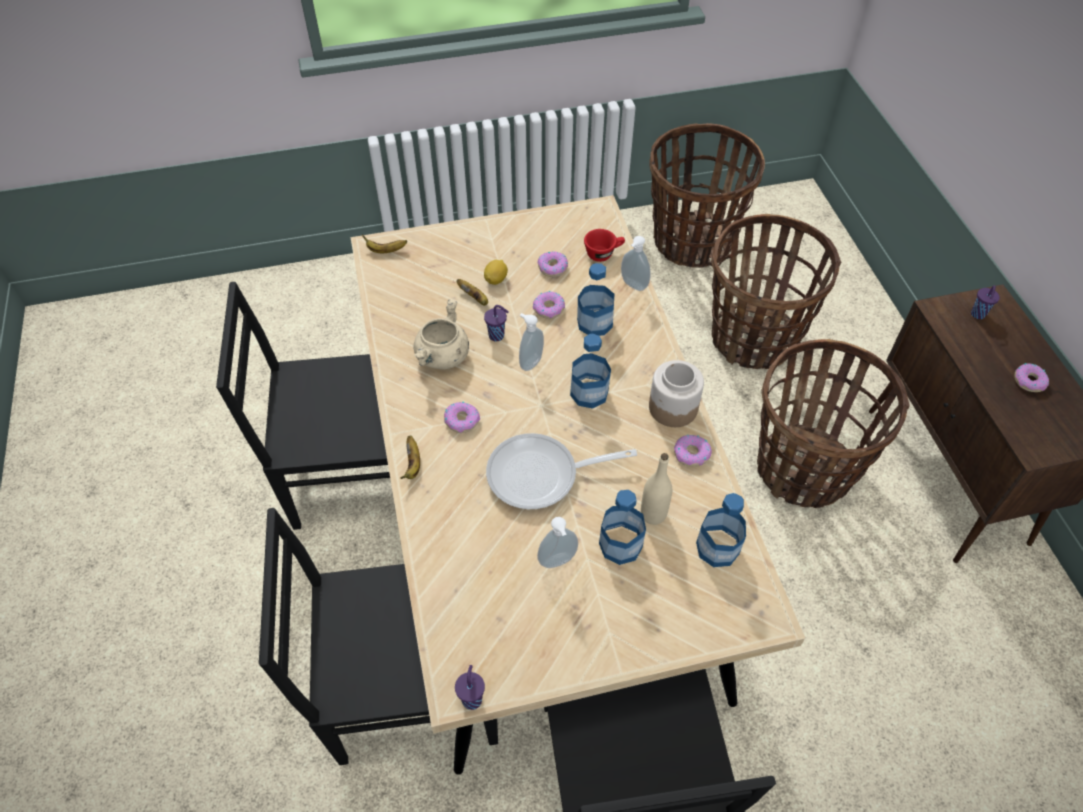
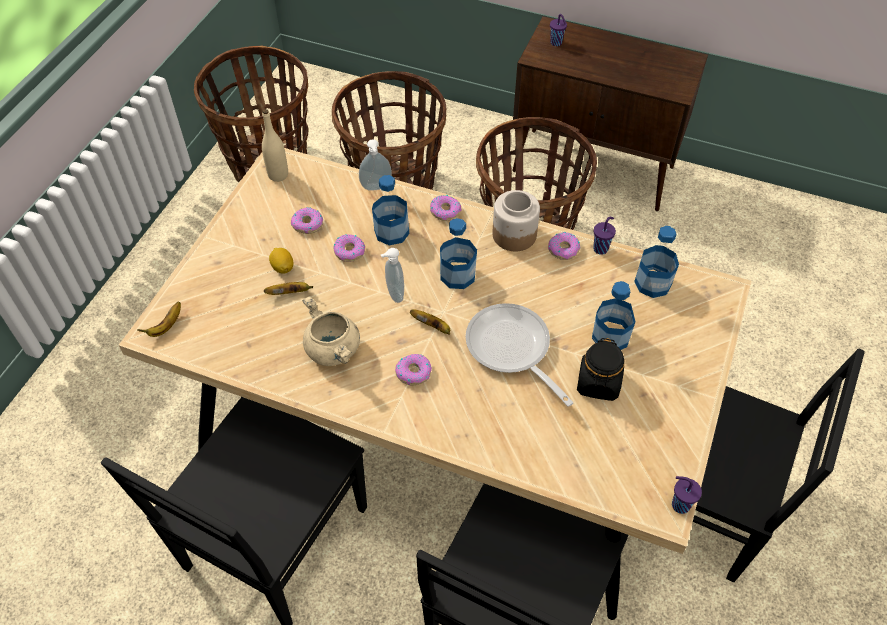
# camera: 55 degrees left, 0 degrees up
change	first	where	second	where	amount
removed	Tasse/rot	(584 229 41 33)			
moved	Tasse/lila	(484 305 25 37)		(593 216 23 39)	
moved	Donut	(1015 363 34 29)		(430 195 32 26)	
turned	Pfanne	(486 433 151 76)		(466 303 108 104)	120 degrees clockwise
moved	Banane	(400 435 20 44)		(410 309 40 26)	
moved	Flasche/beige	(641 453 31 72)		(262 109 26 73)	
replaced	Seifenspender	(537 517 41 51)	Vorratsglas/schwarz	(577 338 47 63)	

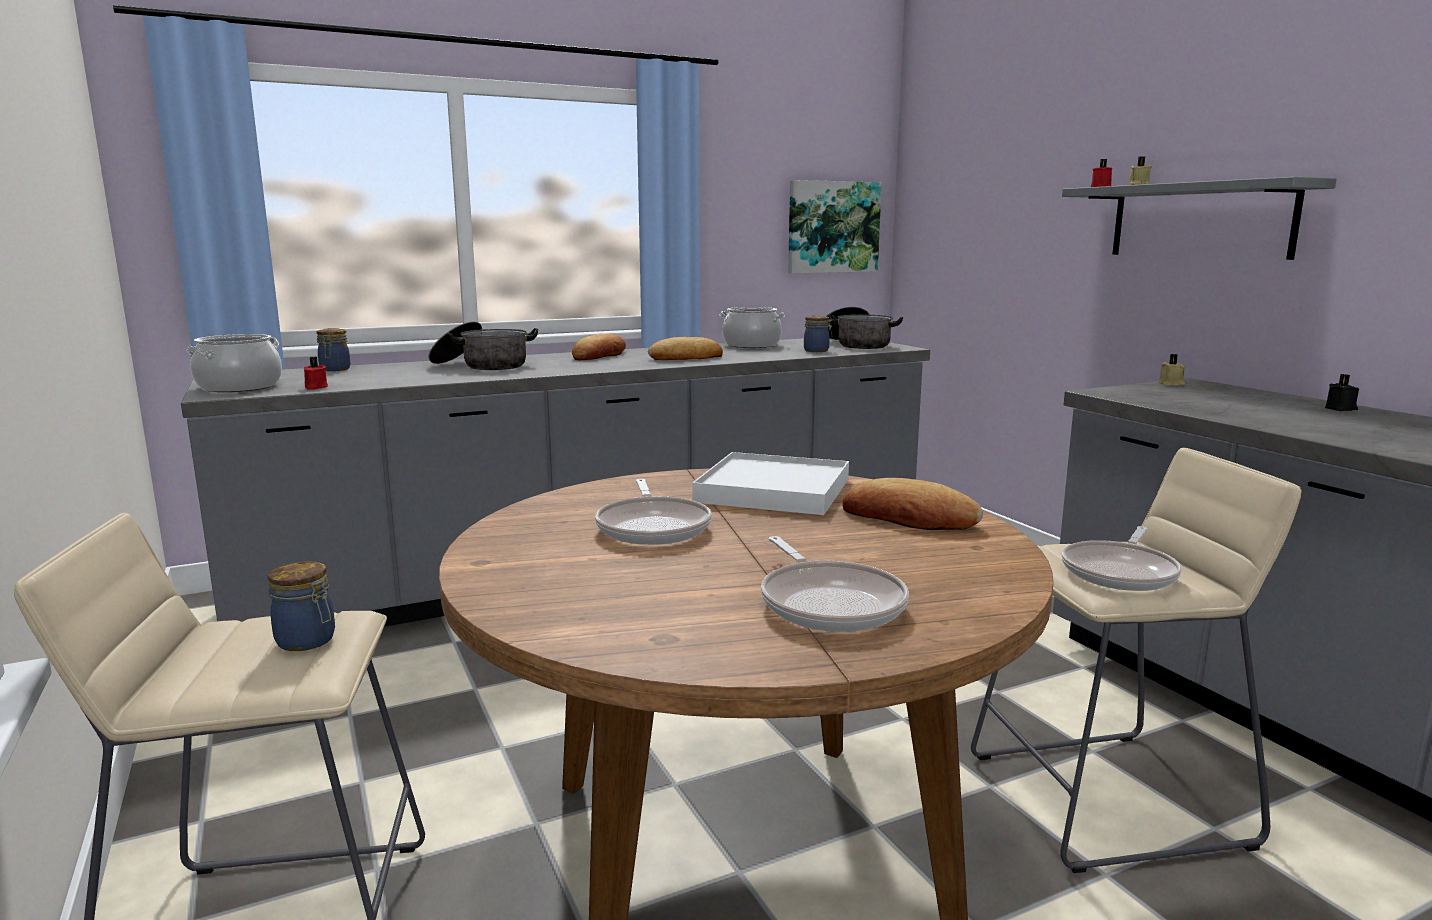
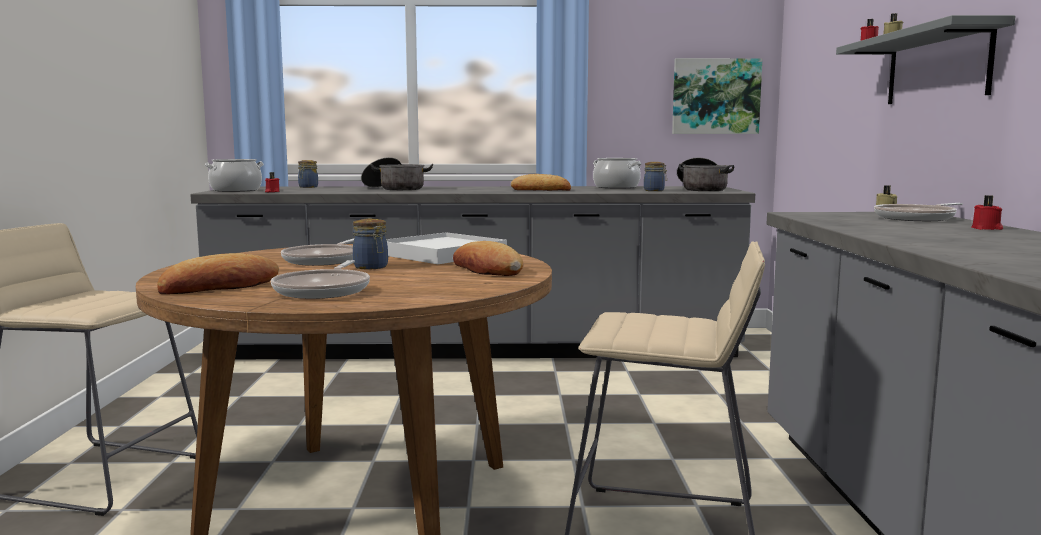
# camera: 25 degrees right, 5 degrees down
change	first	where	second	where	amount
moved	Brot	(572 333 54 27)		(157 253 122 41)	
recoloured	Kerze/schwarz	(1325 374 34 37)	Kerze/rot	(971 195 32 35)	
moved	Pfanne	(1061 526 121 65)		(874 203 89 18)	
moved	Vorratsglas	(268 561 67 90)		(353 219 35 50)	

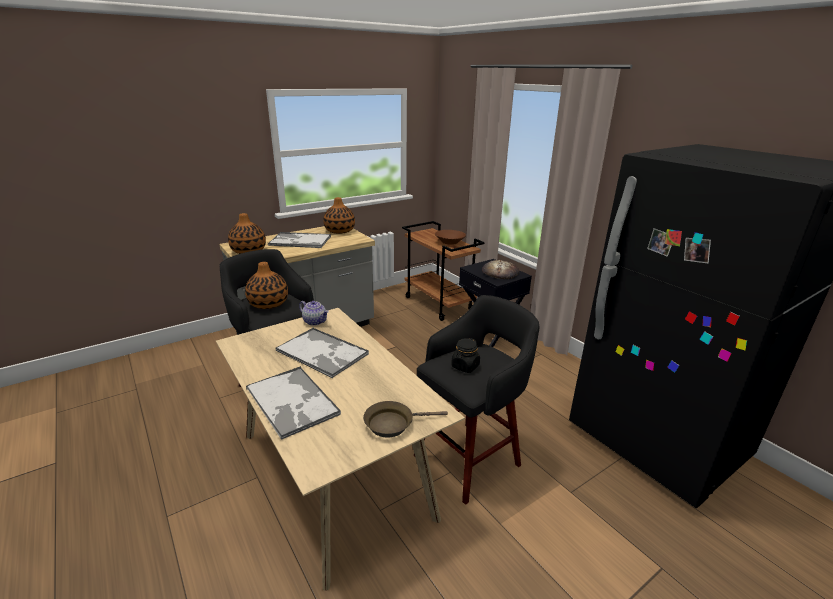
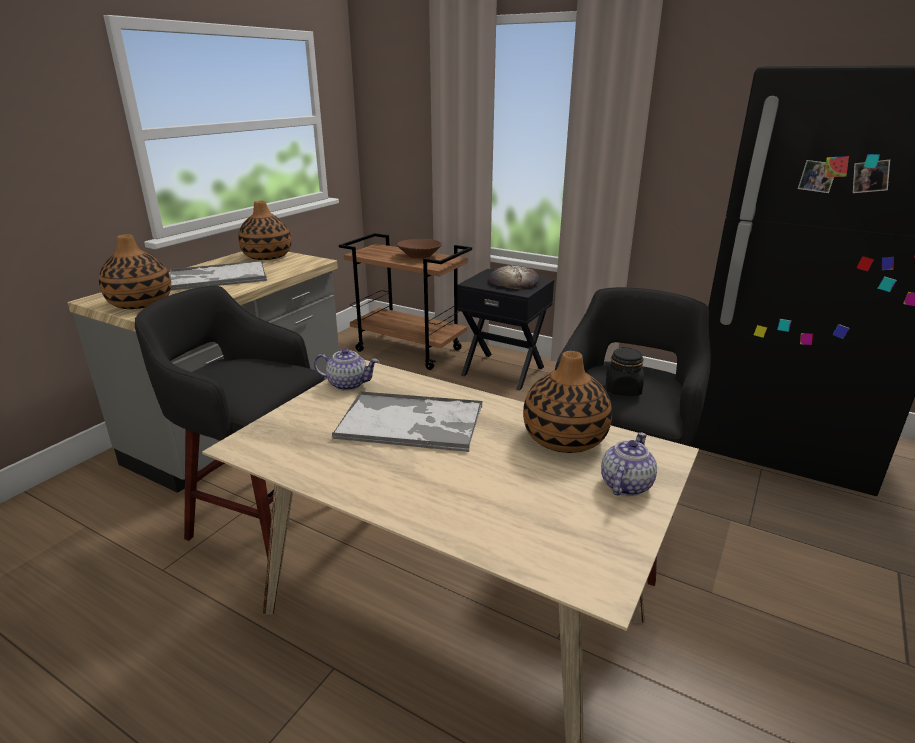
# camera: 25 degrees left, 0 degrees up
change	first	where	second	where	amount
moved	Vase	(245 262 43 47)		(523 351 89 102)	
removed	Tablett	(246 366 95 74)			
replaced	Pfanne/braun	(363 401 85 37)	Teekanne	(601 432 56 64)	

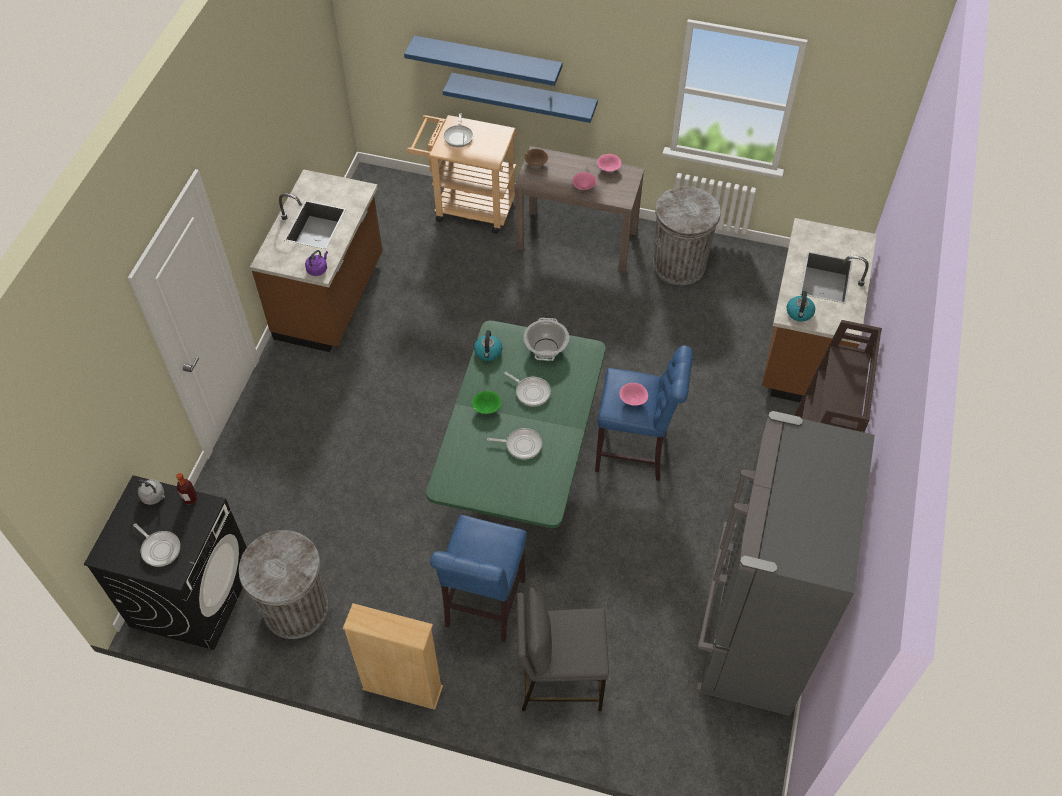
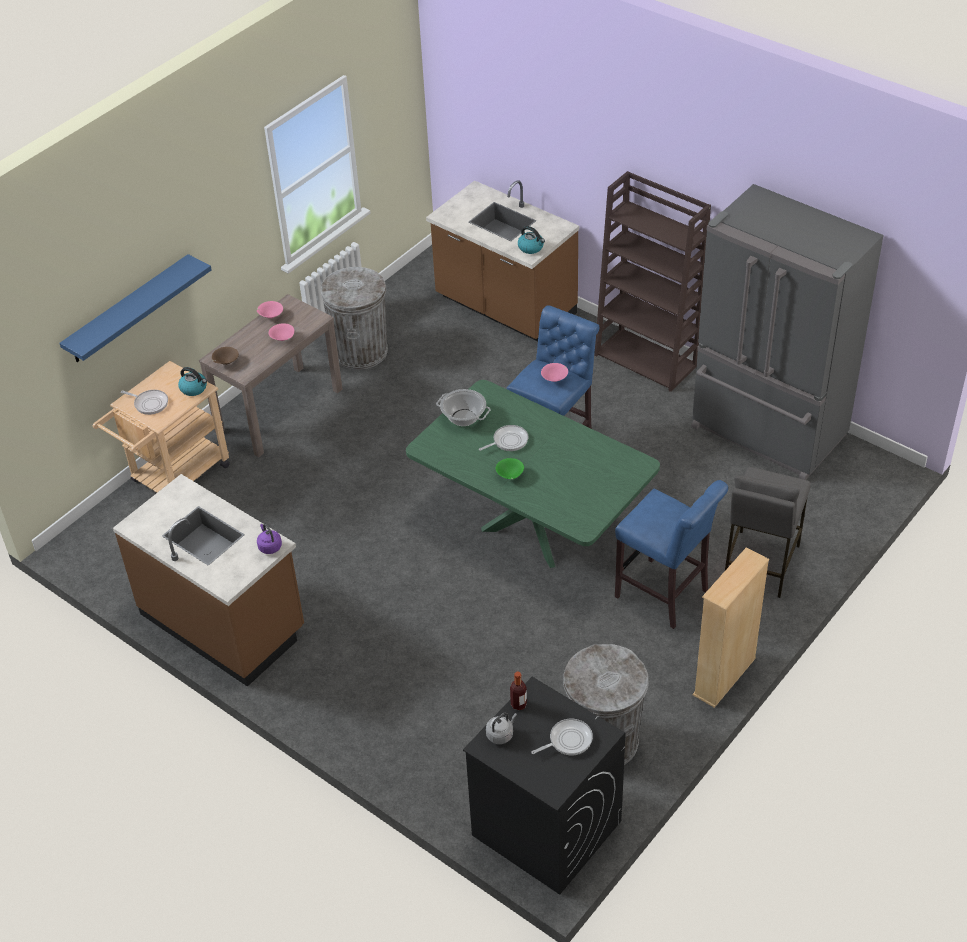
# camera: 65 degrees left, 10 degrees down
change	first	where	second	where	amount
removed	Wandregal/blau	(443 73 155 50)			
moved	Wasserkessel	(474 330 28 31)		(178 367 29 29)	
removed	Pfanne	(487 428 55 31)			

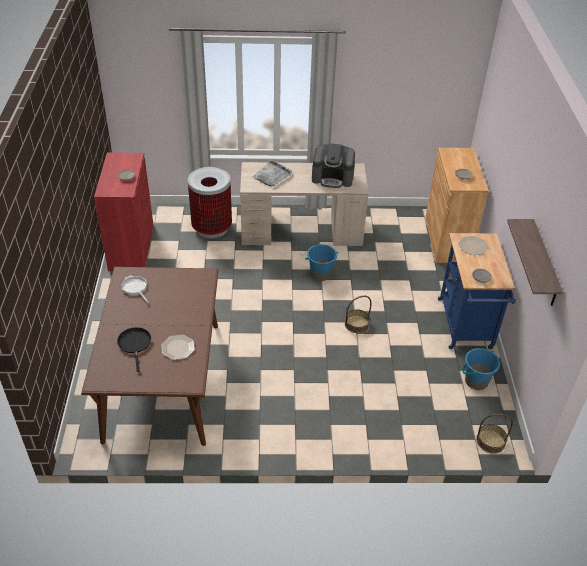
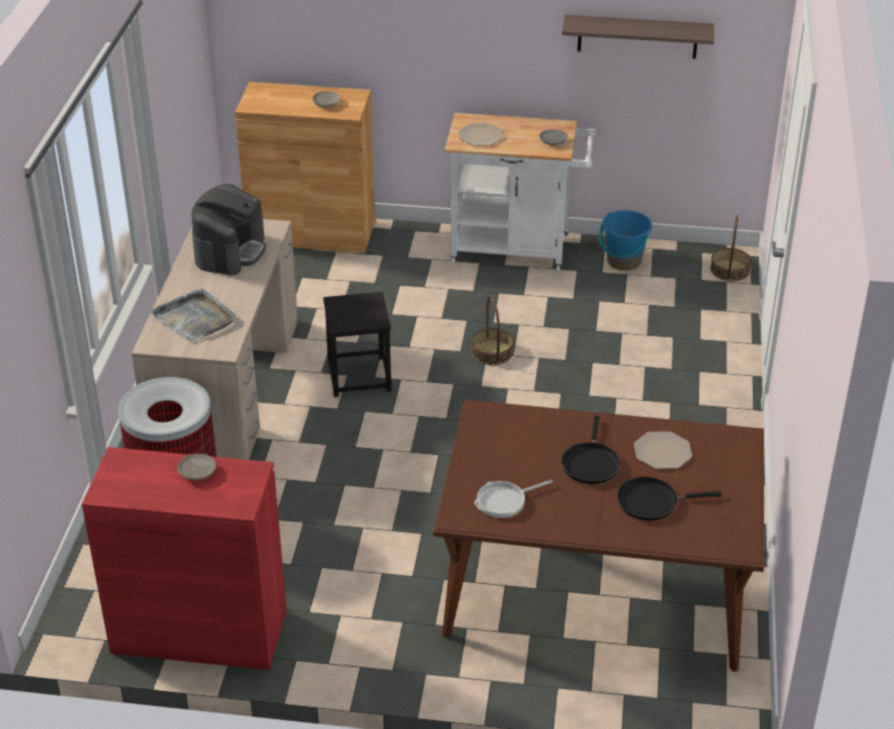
# camera: 80 degrees left, 5 degrees down
change	first	where	second	where	amount
recoloured	Rollwagen/blau	(438 233 78 116)	Rollwagen/weiß	(445 113 151 160)	
replaced	Eimer/blau	(305 244 33 37)	Hocker/schwarz	(323 292 68 105)	
added			Pfanne/schwarz	(561 416 60 68)	

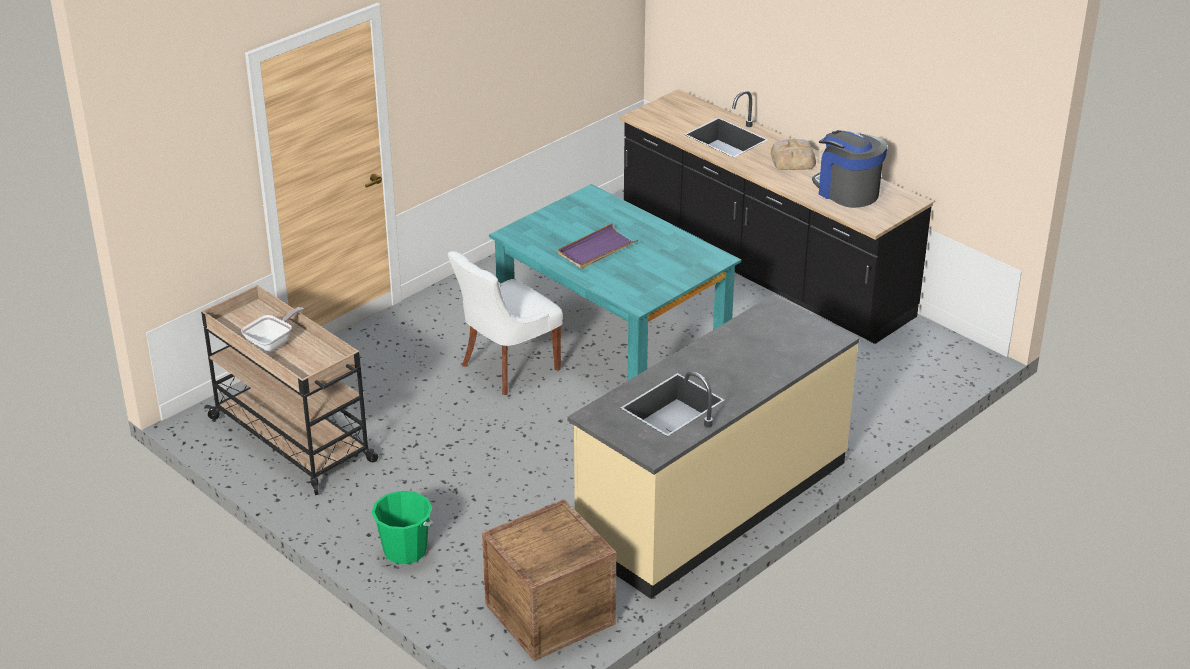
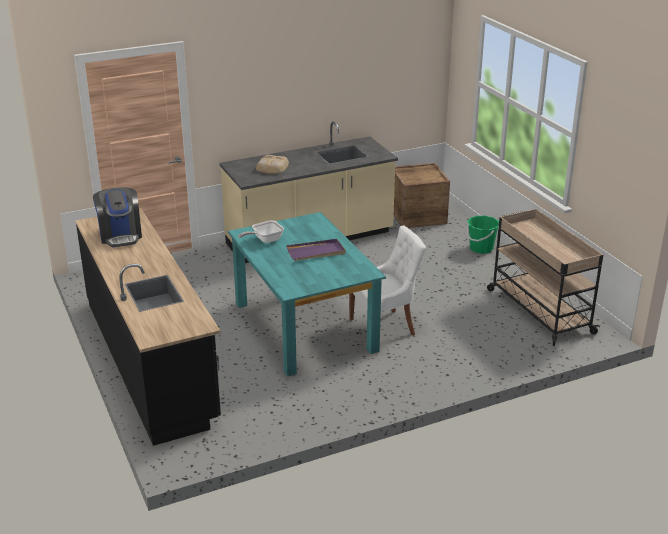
# camera: 160 degrees left, 5 degrees down
change	first	where	second	where	amount
moved	Brot	(771 139 45 31)		(256 155 33 19)	
moved	Pfanne	(241 307 63 46)		(238 220 46 23)	

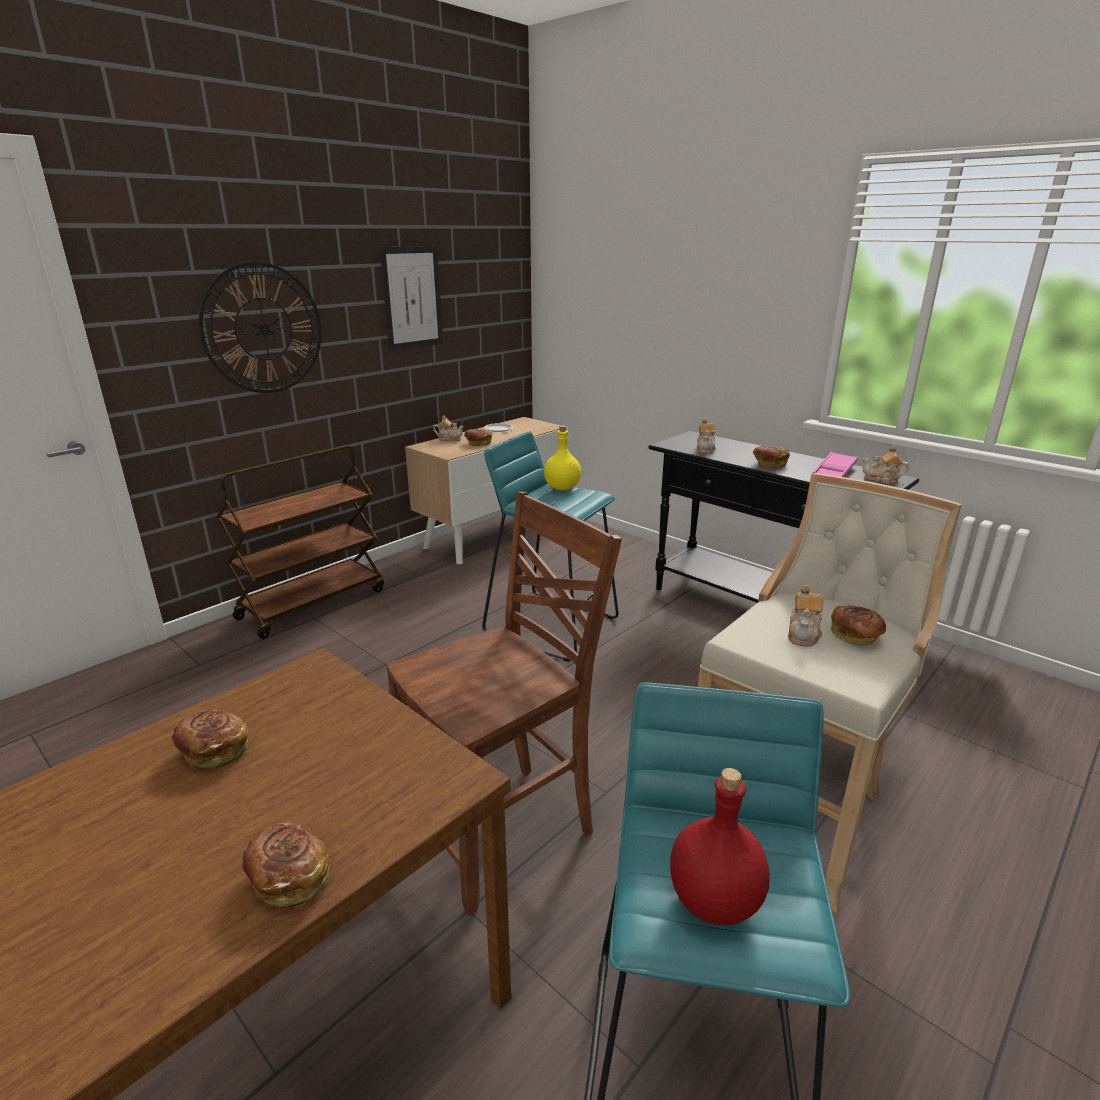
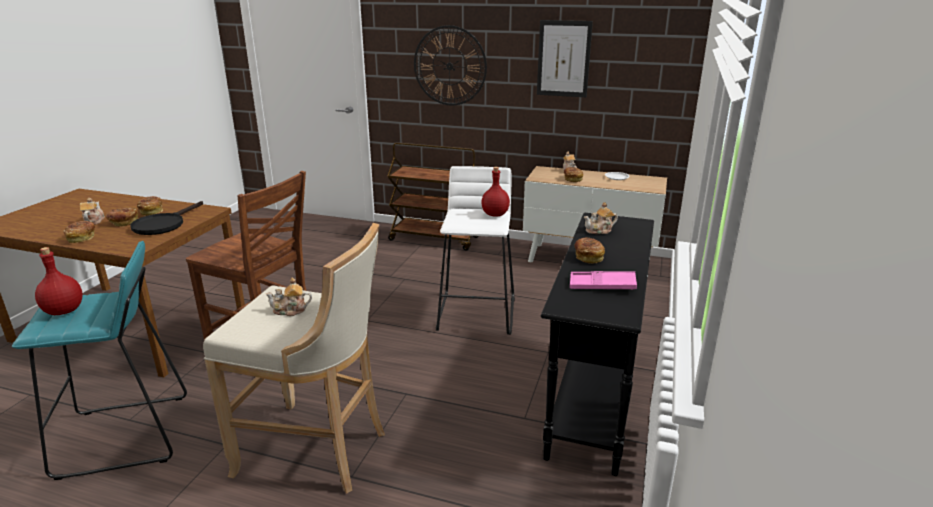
# camera: 65 degrees right, 0 degrees up
change	first	where	second	where	amount
recoloured	Flasche/gelb	(544 425 37 65)	Flasche/rot	(481 167 29 50)	
recoloured	Hocker/türkis	(482 431 137 231)	Hocker/weiß	(436 166 79 169)	
moved	Teekanne	(862 446 47 38)		(80 198 25 27)	
moved	Brot	(831 605 55 41)		(105 208 33 19)	
added			Pfanne/schwarz	(130 201 73 34)	

